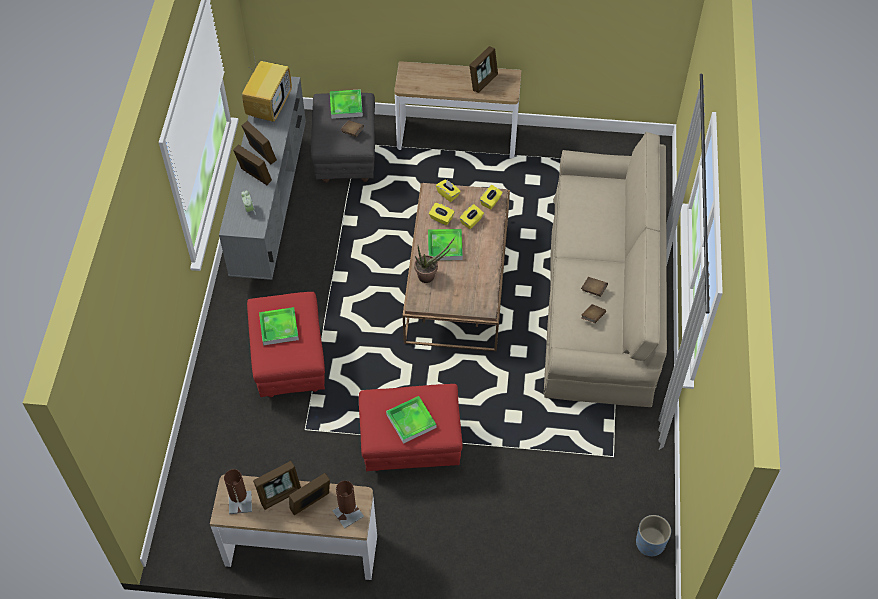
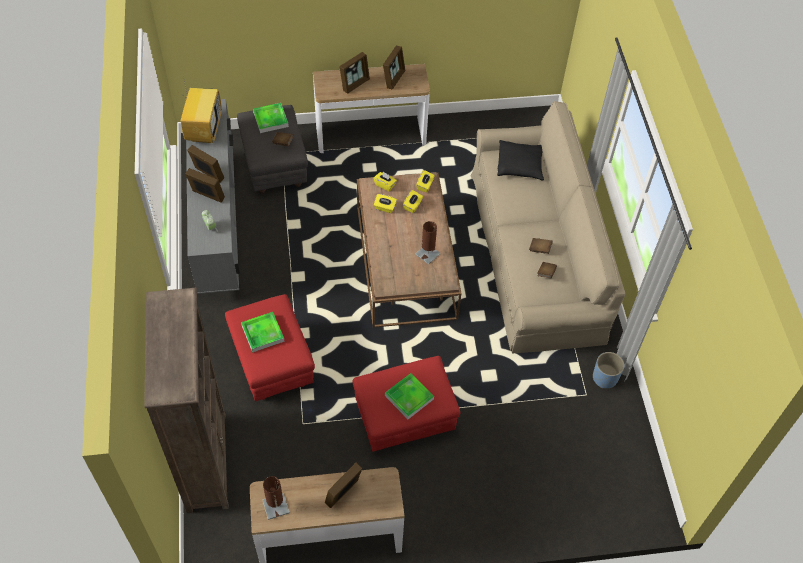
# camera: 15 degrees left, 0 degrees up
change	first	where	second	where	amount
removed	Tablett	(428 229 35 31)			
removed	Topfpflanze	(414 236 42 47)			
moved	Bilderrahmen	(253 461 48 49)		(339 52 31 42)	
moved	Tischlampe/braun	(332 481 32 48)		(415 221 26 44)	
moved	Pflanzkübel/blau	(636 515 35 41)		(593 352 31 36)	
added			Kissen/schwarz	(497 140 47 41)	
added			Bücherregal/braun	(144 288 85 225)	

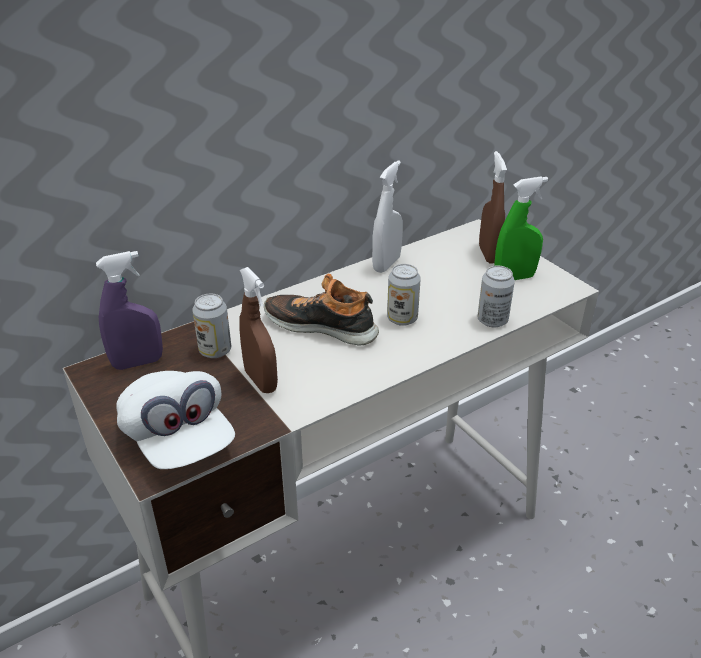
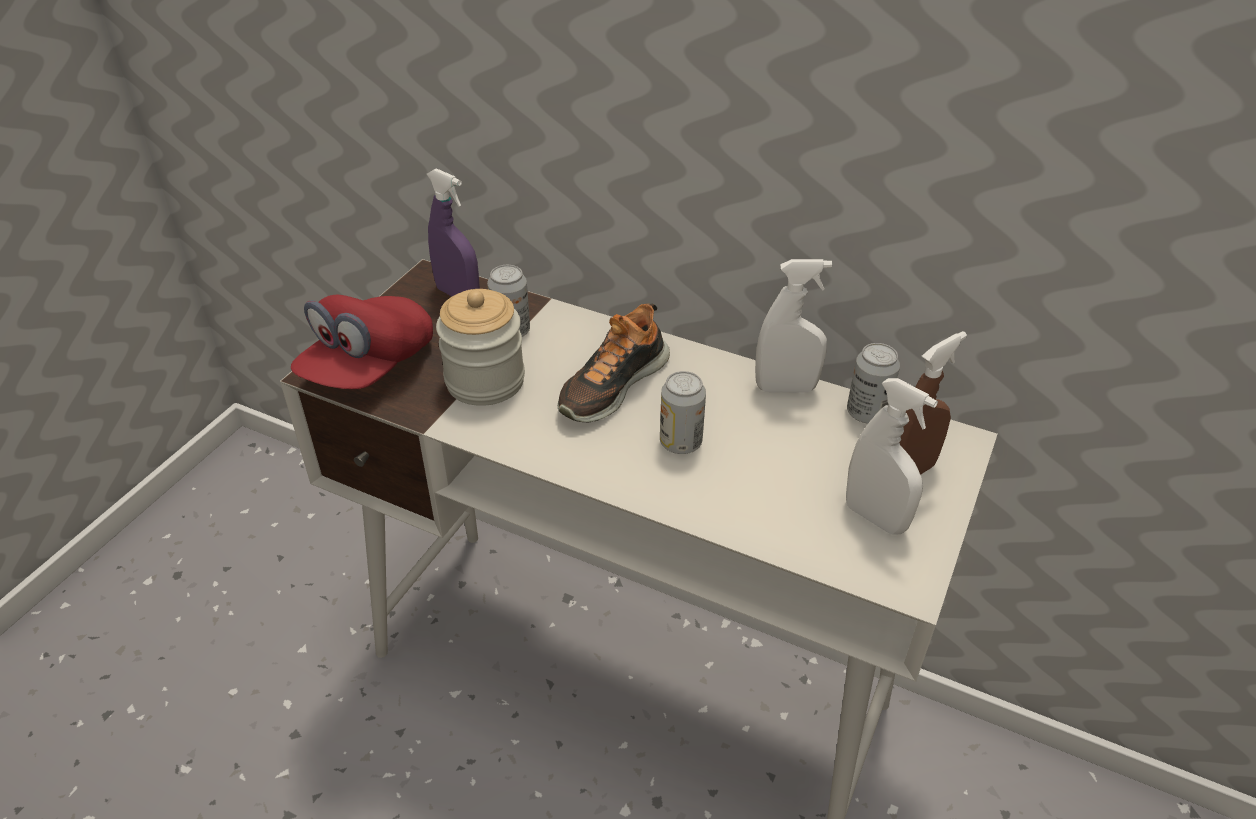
# camera: 60 degrees right, 5 degrees up
change	first	where	second	where	amount
recoloured	Sprühflasche/grün	(494 177 54 103)	Sprühflasche/weiß	(846 378 92 157)	
moved	Dose	(478 265 37 62)		(847 343 53 80)	
replaced	Sprühflasche/braun	(239 267 39 126)	Vorratsglas	(436 289 89 117)	
turned	Schuh	(264 273 115 72)		(558 303 112 119)	135 degrees counterclockwise
recoloured	Kappe/weiß	(116 371 119 98)	Kappe/rot	(291 295 142 94)	

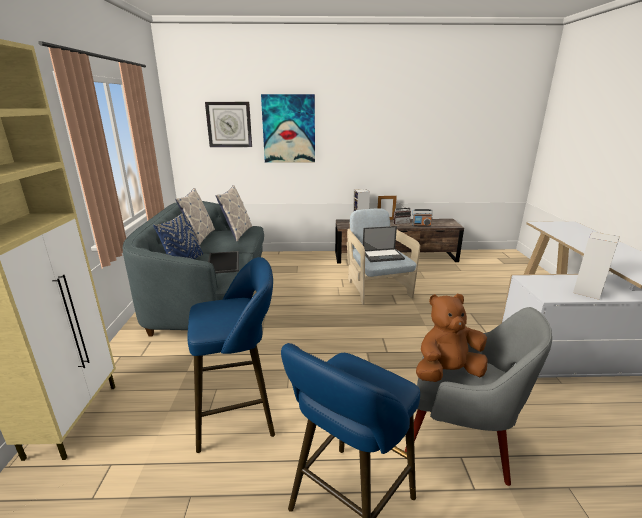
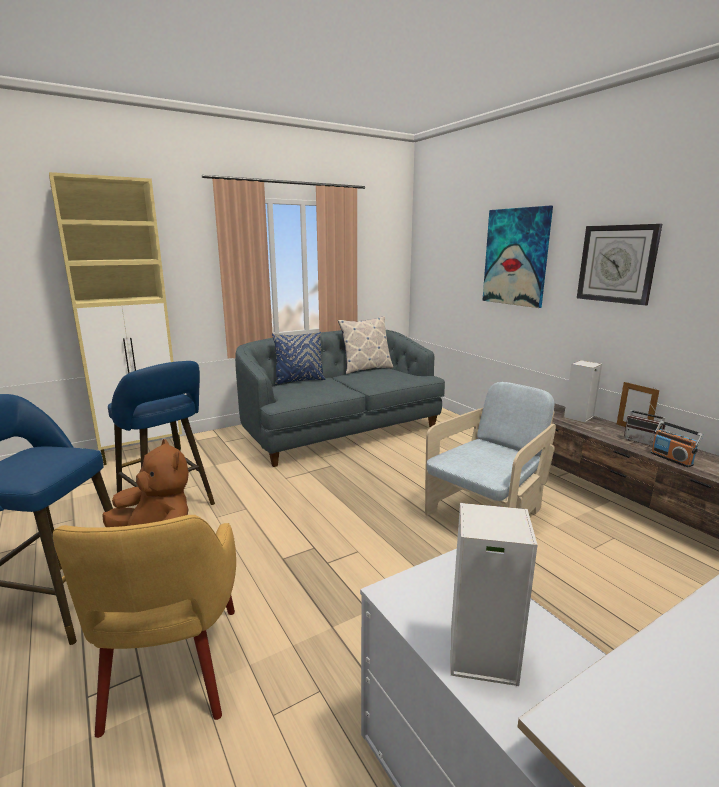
# camera: 60 degrees right, 5 degrees down
change	first	where	second	where	amount
moved	Wanduhr	(205 102 47 45)		(577 224 85 82)	
removed	Kissen	(216 185 36 57)			
removed	Laptop	(363 226 42 36)			
removed	Tablett	(208 251 31 23)			
recoloured	Sessel/grau	(405 307 147 179)	Sessel/gelb	(53 515 183 223)	

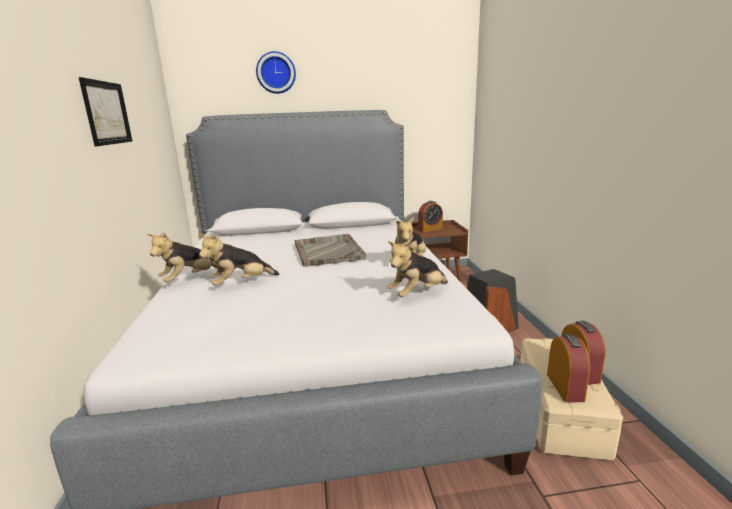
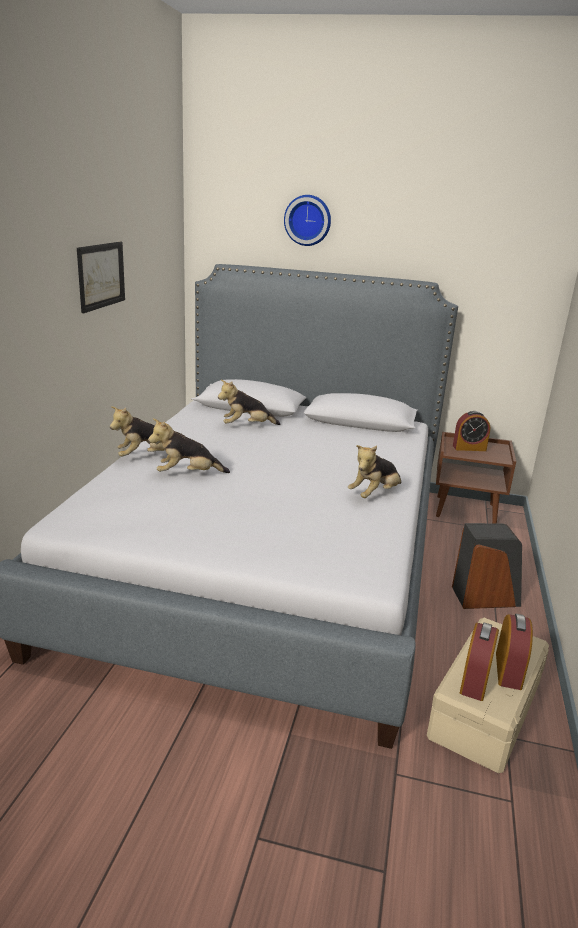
# camera: 20 degrees right, 5 degrees up
change	first	where	second	where	amount
removed	Tablett/grau	(295 234 71 33)			
moved	Plüschtier	(387 240 61 57)		(218 380 63 45)	

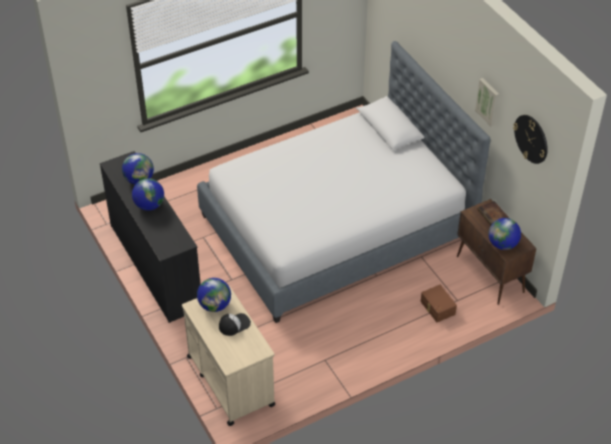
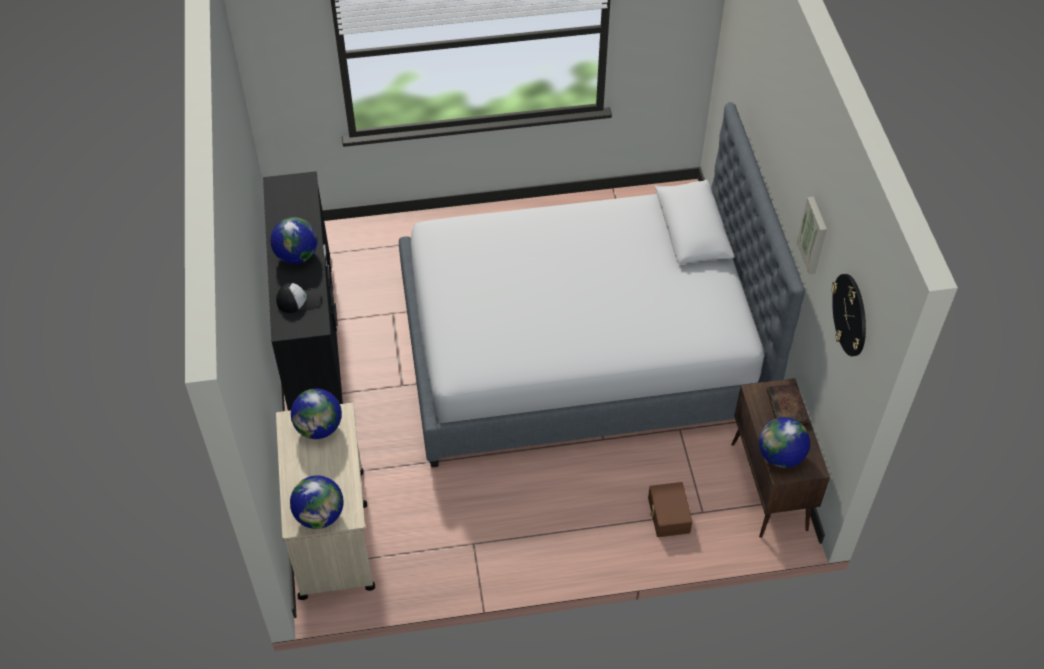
# camera: 20 degrees right, 5 degrees up
change	first	where	second	where	amount
moved	Globus	(122 153 32 31)		(290 475 54 54)	
moved	Kappe	(219 313 32 23)		(276 283 45 30)	

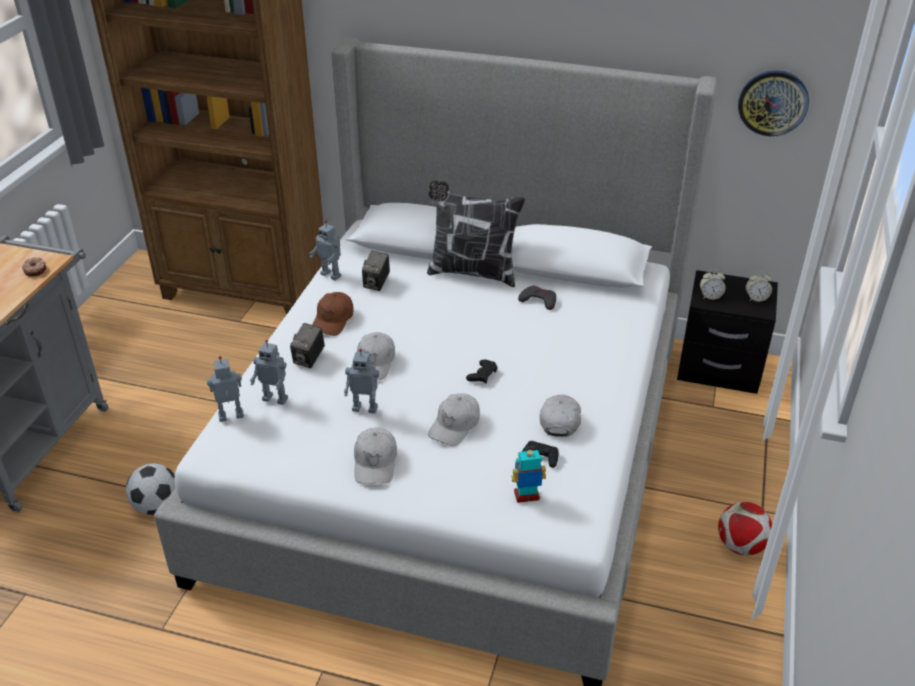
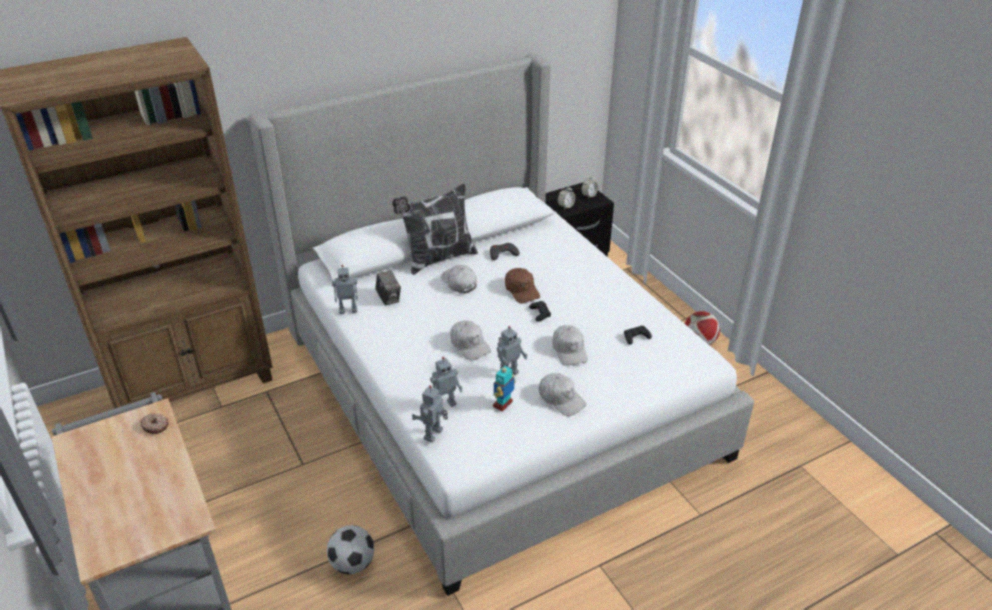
# camera: 45 degrees left, 0 degrees up
change	first	where	second	where	amount
removed	Wanduhr	(738 70 71 66)			
moved	Kappe/braun	(312 292 42 44)		(505 268 35 35)	
removed	Kamera	(290 323 35 45)			
moved	Kappe/weiß	(539 394 42 43)		(441 265 36 29)	
moved	Spielzeugroboter	(511 446 35 57)		(493 364 23 48)	

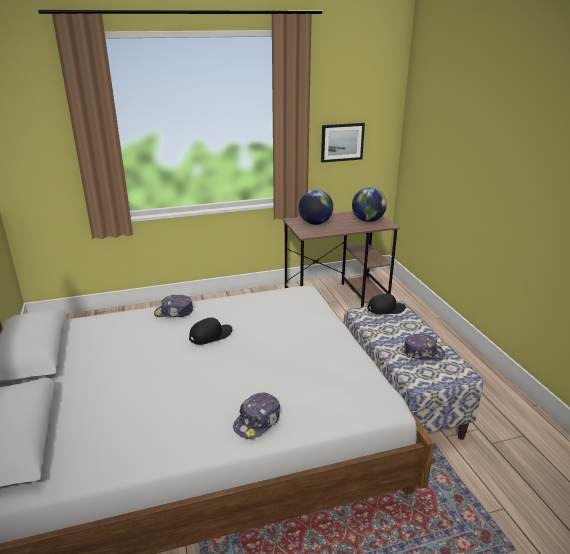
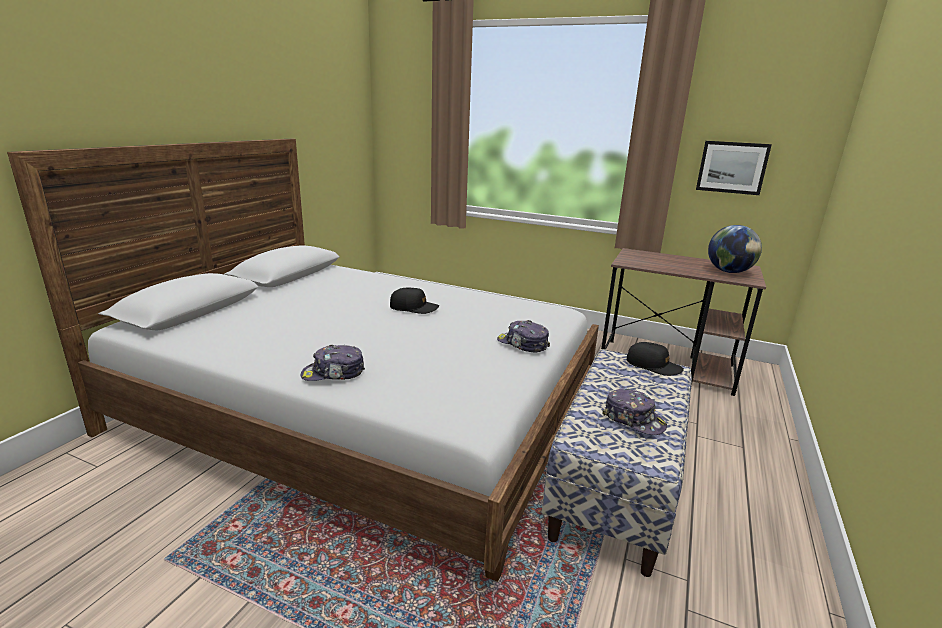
# camera: 40 degrees right, 5 degrees down
change	first	where	second	where	amount
removed	Globus	(299 190 34 35)			
moved	Kappe	(154 295 39 22)		(497 320 53 32)	

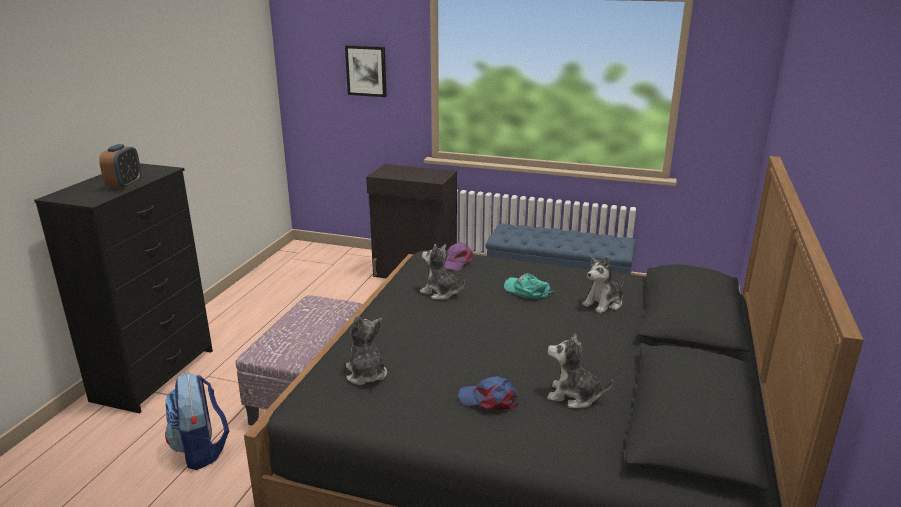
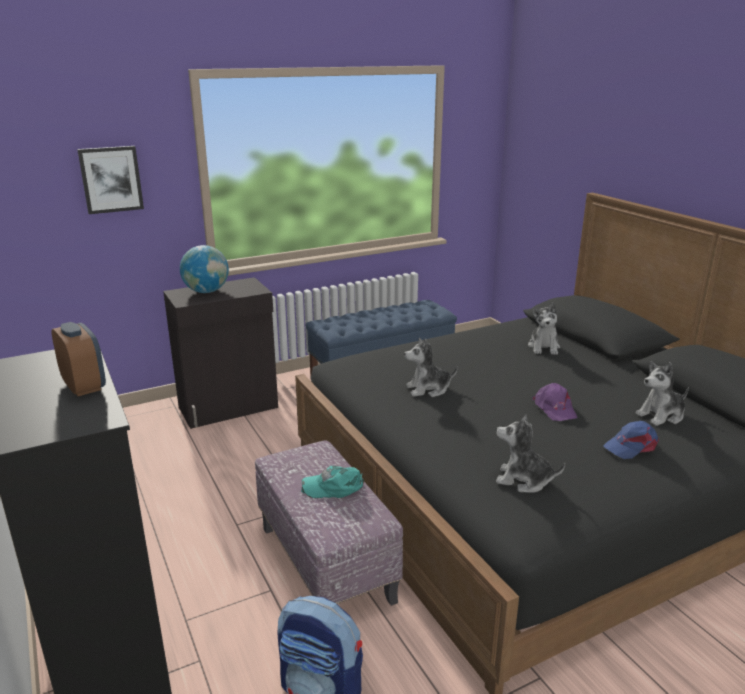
# camera: 45 degrees left, 0 degrees up
change	first	where	second	where	amount
moved	Kappe/lila	(444 242 29 29)		(532 383 46 38)	
moved	Kappe/türkis	(504 273 51 26)		(301 466 63 32)	
added			Globus	(180 245 49 48)	

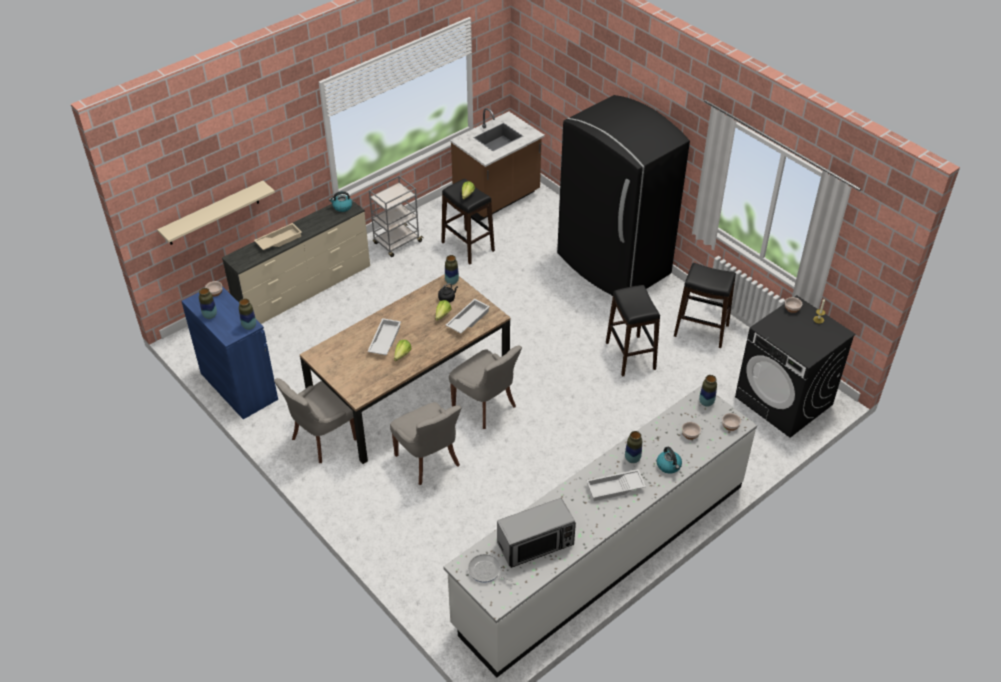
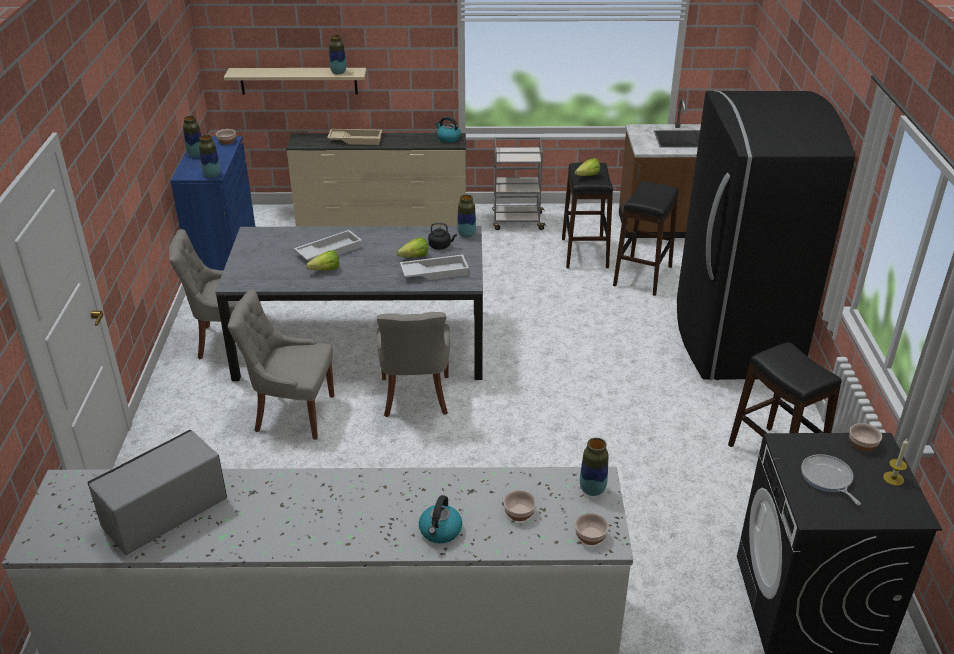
# camera: 40 degrees right, 10 degrees down
change	first	where	second	where	amount
recoloured	Esstisch/braun	(300 274 210 190)	Esstisch/grau	(215 226 268 155)	
moved	Hocker/schwarz	(606 285 54 92)		(613 181 66 115)	
turned	Stuhl/grau	(390 402 71 83)		(228 290 106 150)	90 degrees clockwise
moved	Vase	(625 431 17 32)		(329 35 17 39)	
removed	Tablett/weiß	(586 469 60 32)			
turned	Mikrowelle	(497 498 79 70)		(88 430 139 125)	120 degrees clockwise
moved	Pfanne	(468 554 45 29)		(801 454 60 51)	

